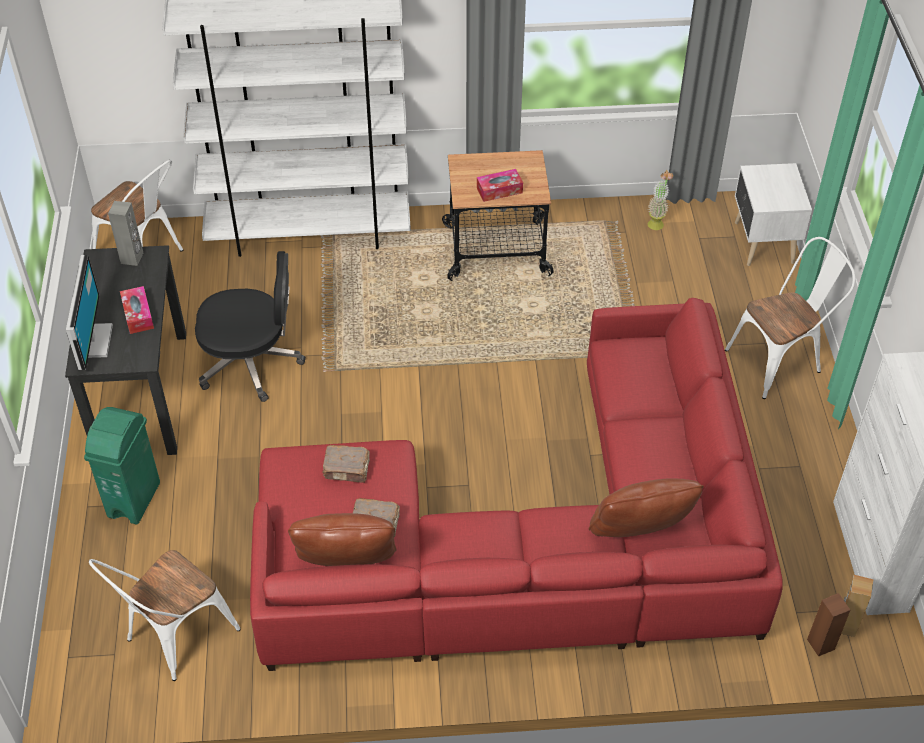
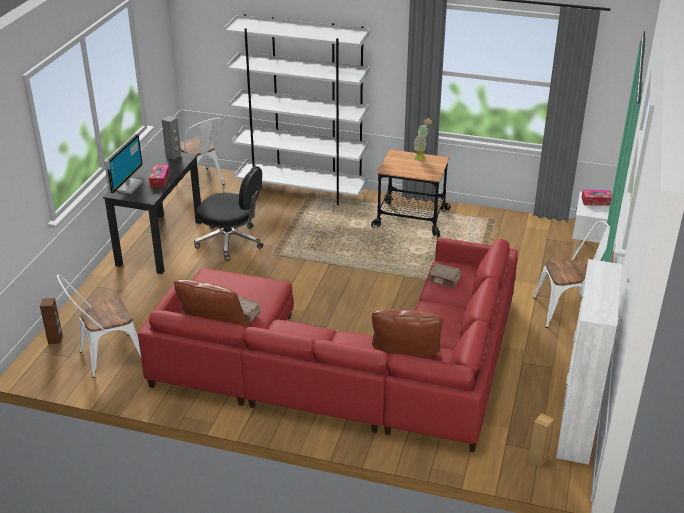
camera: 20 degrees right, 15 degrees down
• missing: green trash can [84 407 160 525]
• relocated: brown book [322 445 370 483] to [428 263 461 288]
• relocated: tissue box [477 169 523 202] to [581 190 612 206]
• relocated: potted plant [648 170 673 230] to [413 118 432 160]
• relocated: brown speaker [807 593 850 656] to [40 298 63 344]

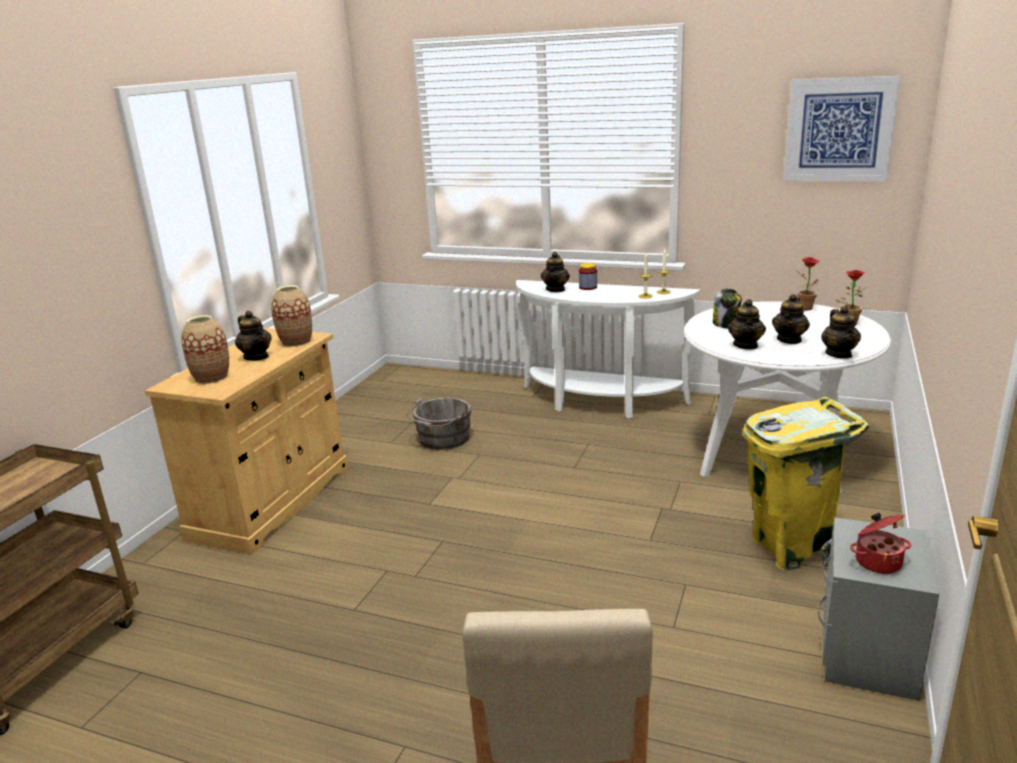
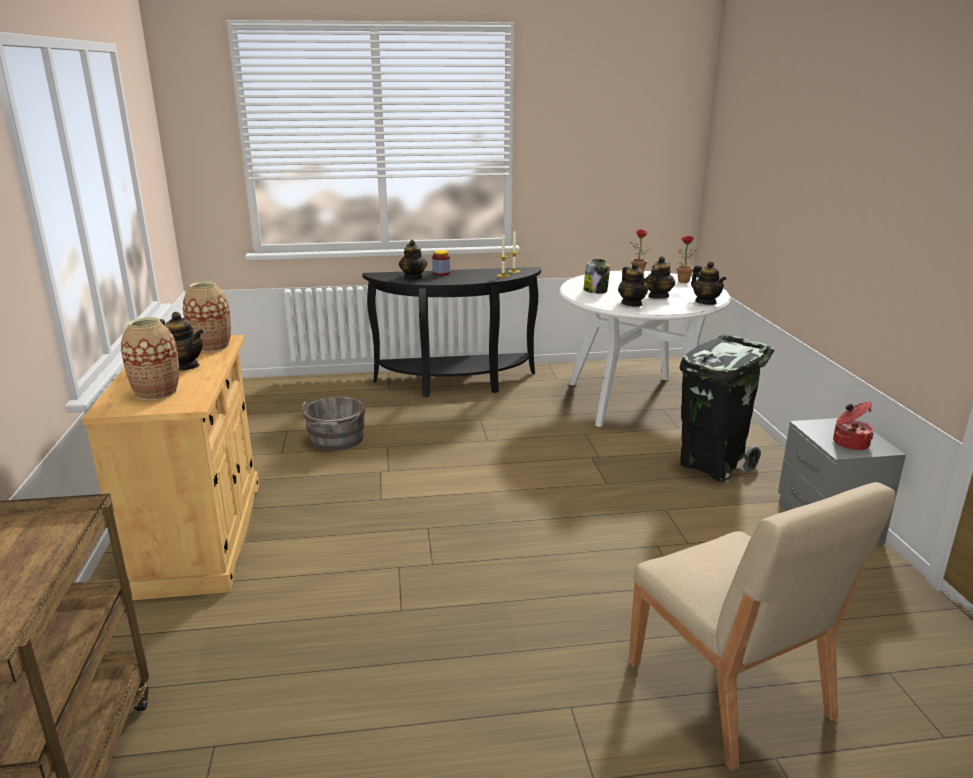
camera: 30 degrees left, 0 degrees up
• missing: picture [784 76 901 181]
• colour: white console table [516 280 700 419] to black console table [362 267 541 397]
• colour: yellow trash can [743 397 869 571] to black trash can [680 335 774 482]
• spun: teapot [772 294 810 344] = [646 256 675 299] 150 degrees counterclockwise

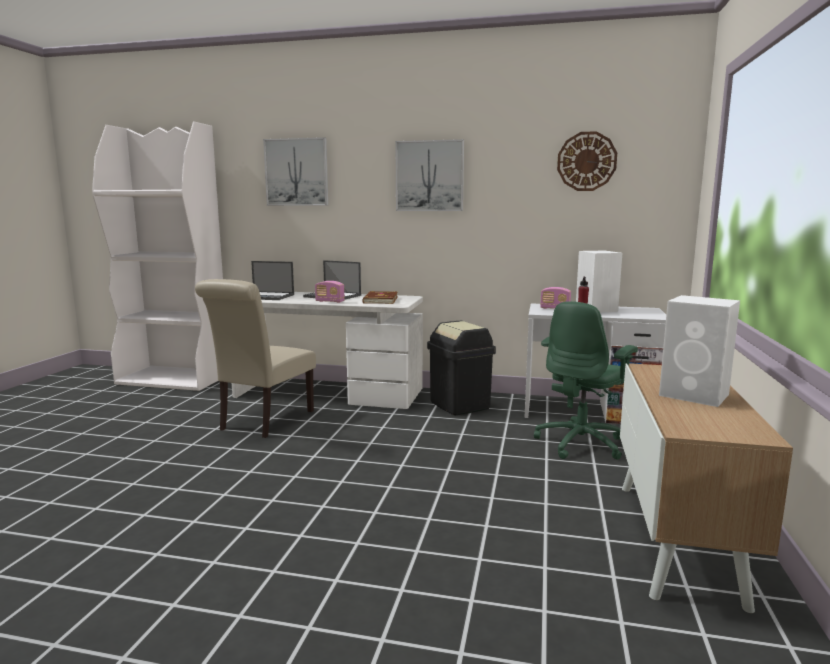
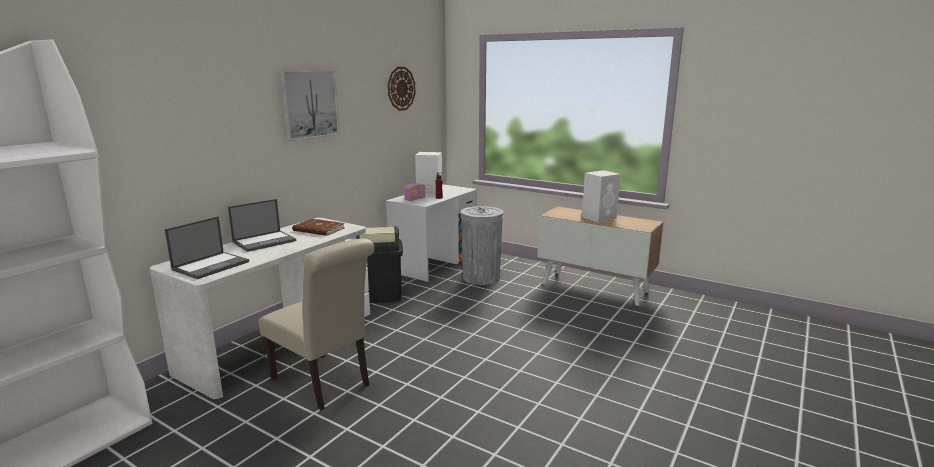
camera: 70 degrees left, 5 degrees up
• missing: picture [263 137 328 206]
• missing: radio [315 281 345 303]
• exchanged: green office chair [534 301 638 460] to grey trash can [461 206 503 285]

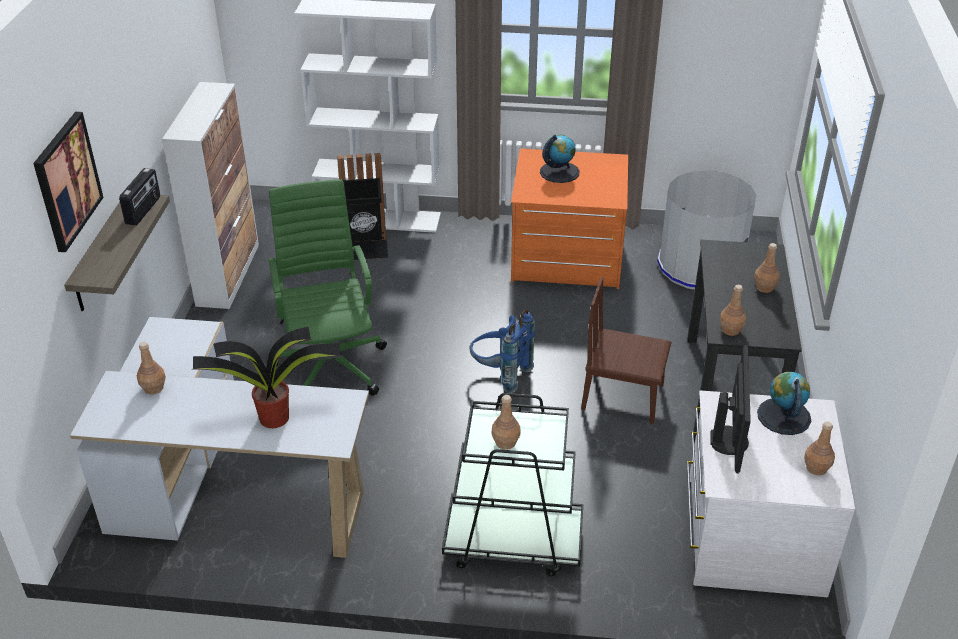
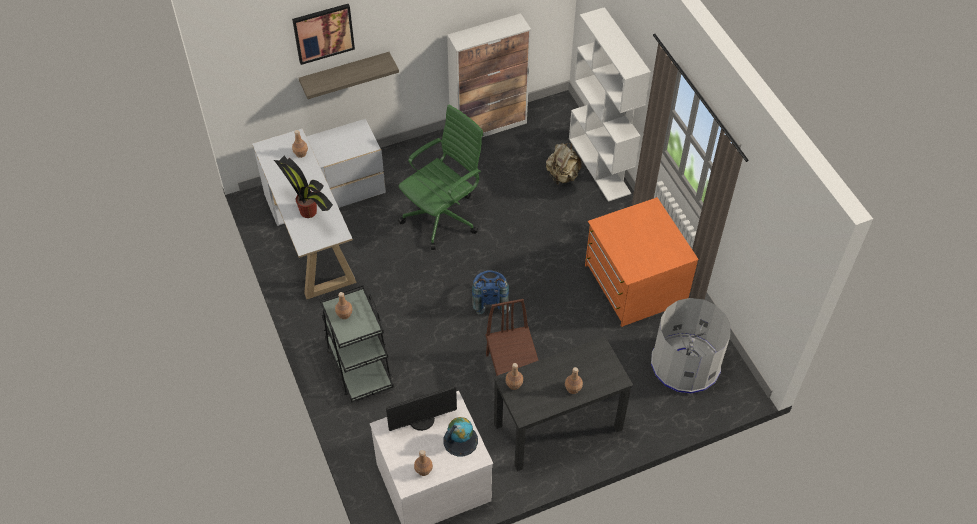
camera: 60 degrees right, 15 degrees up
• missing: radio [119 168 160 226]
• missing: globe [540 135 580 183]
• exchanged: black trash can [337 153 388 260] to beige backpack [546 143 582 185]

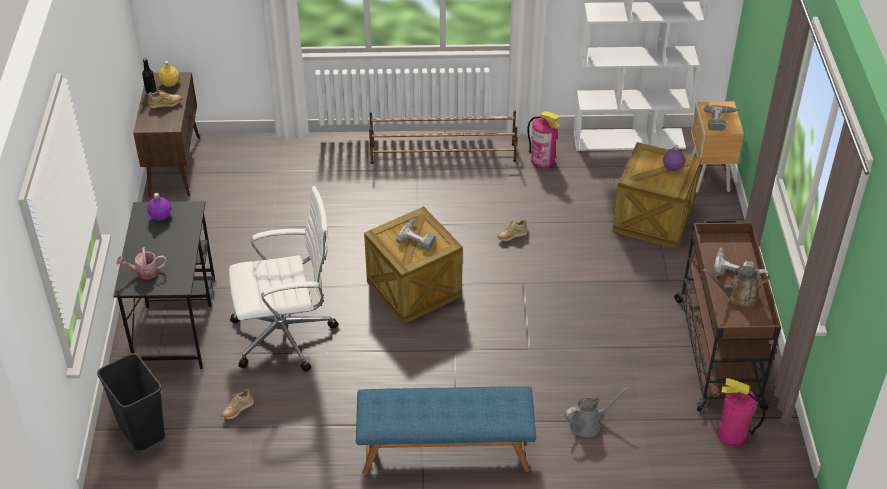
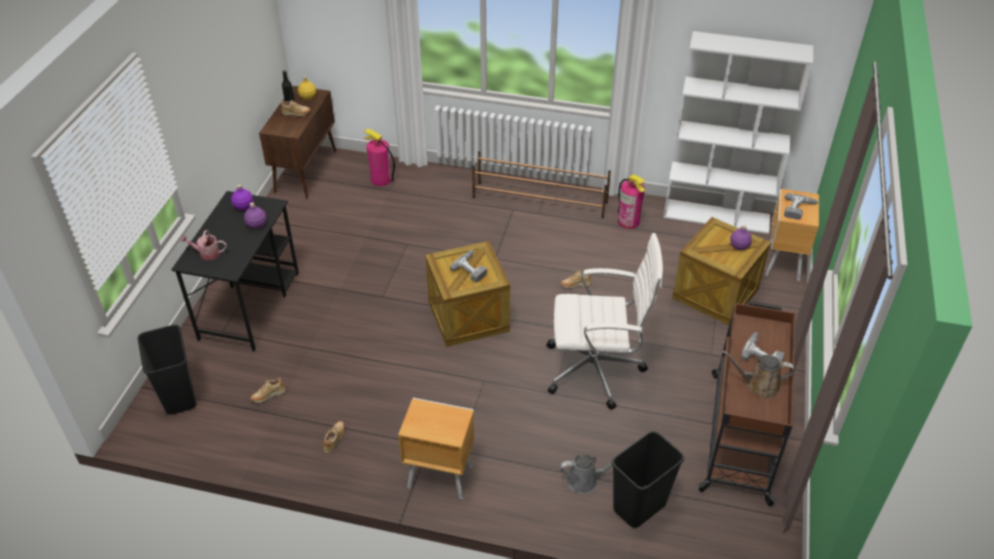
camera: 15 degrees right, 0 degrees up
• appeared: purple bottle [244 202 266 229]
• appeared: beige shoe [323 421 345 454]
• appeared: black trash can [612 431 684 528]
• relocated: white office chair [229 186 338 372] to [546 233 663 410]
• relocated: fire extinguisher [718 378 765 446] to [364 128 395 186]
• exchanged: blue bench [356 386 536 475] to brown nightstand [398 398 475 500]

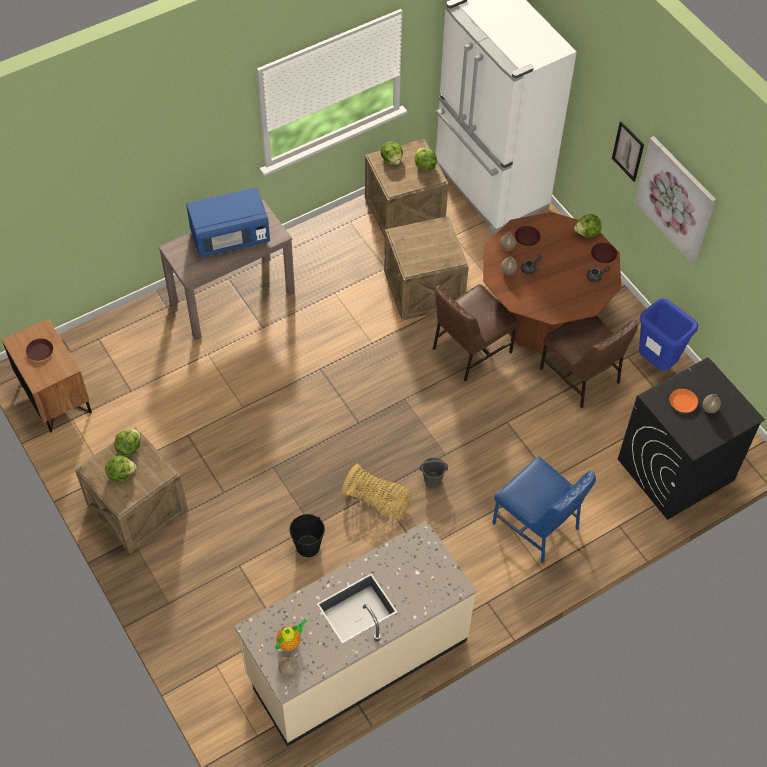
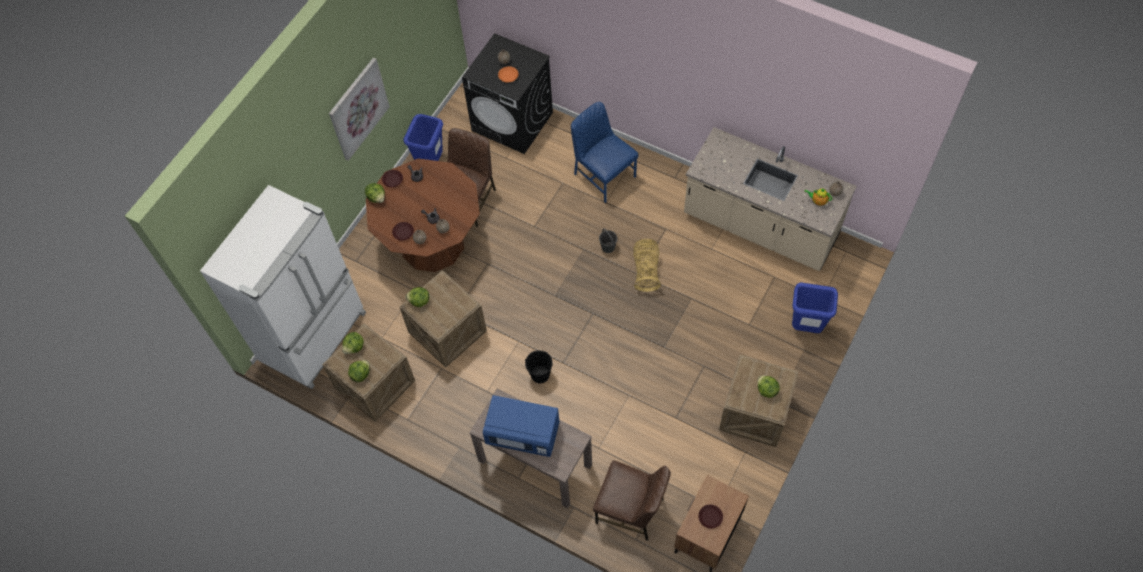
camera: 115 degrees left, 5 degrees up
• missing: picture [612 121 644 182]
• appeared: blue trash can [792 282 838 333]
• relocated: lettuce [114 429 140 456] to [406 287 429 307]
• relocated: black bucket [290 514 325 557] to [525 350 552 383]
• relocated: brown chair [433 284 519 381] to [593 460 671 541]
• spun: blue microwave [186 187 270 258] = [483 395 560 457] 150 degrees clockwise
• spun: blue chair [492 456 596 563] = [571 102 638 203] 60 degrees counterclockwise

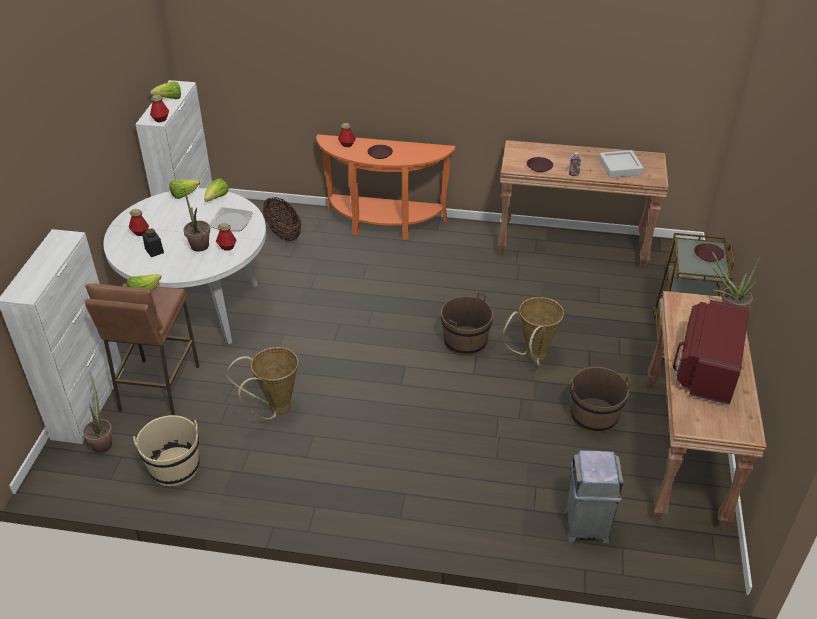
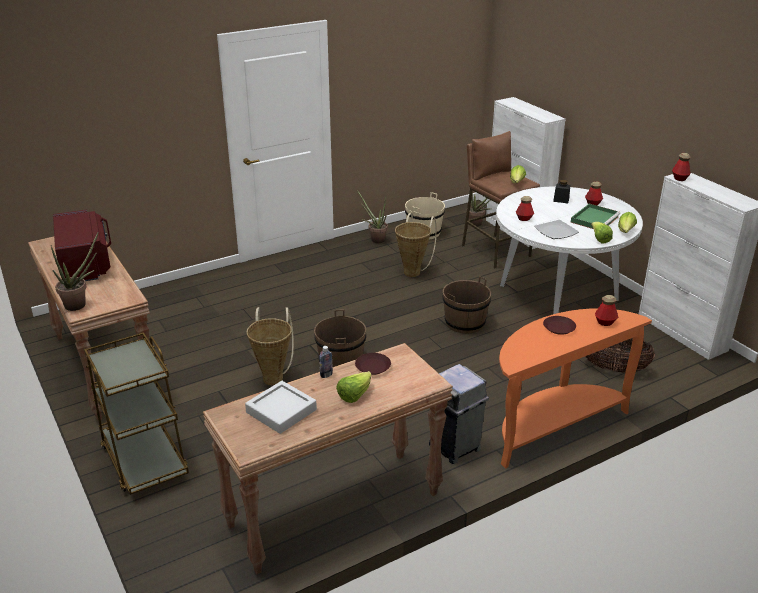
camera: 140 degrees right, 10 degrees down
• missing: brown plate [694 243 724 262]
• appeared: green tray [571 204 620 229]
• relocated: lettuce [150 81 181 99] to [336 371 371 403]
• relocated: potted plant [183 188 210 252] to [357 190 388 244]
• relocated: grey trash can [565 450 624 544] to [429 364 489 464]
• relocated: brown bucket [570 367 631 434] to [443 276 491 334]

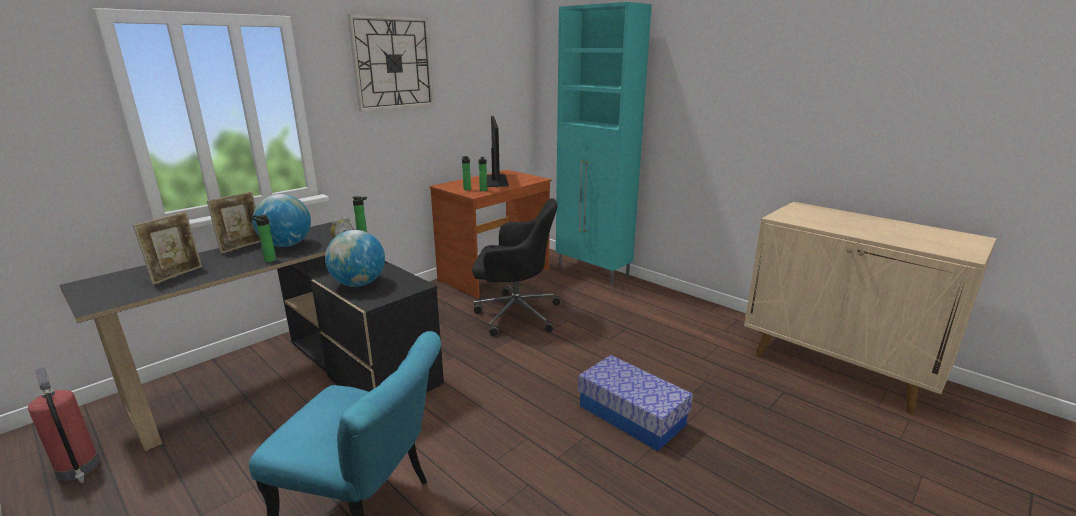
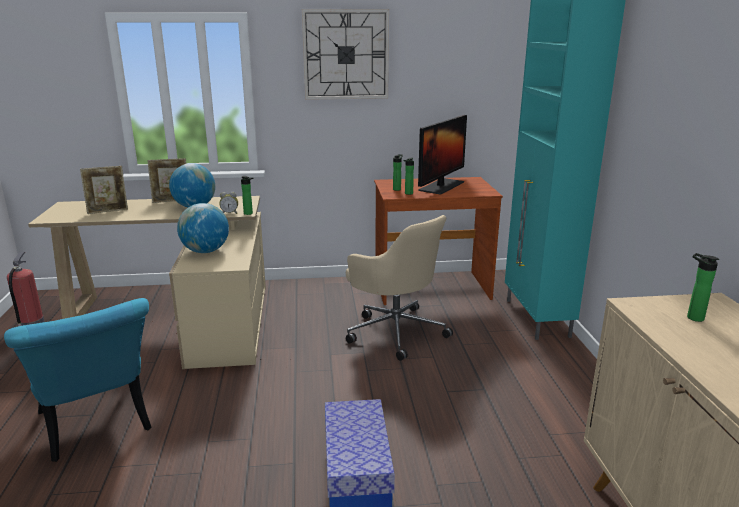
camera: 40 degrees right, 0 degrees up
• relocated: bottle [250 215 276 262] to [687 253 719 322]
• colour: black desk [59 222 444 451] to beige desk [28 196 266 369]
• colour: black office chair [472 198 561 336] to beige office chair [346 215 453 361]

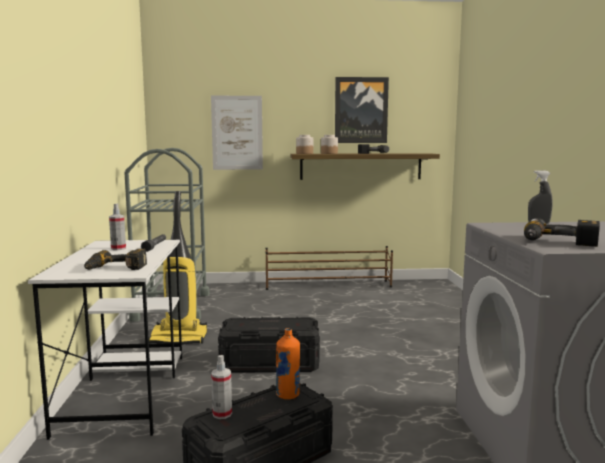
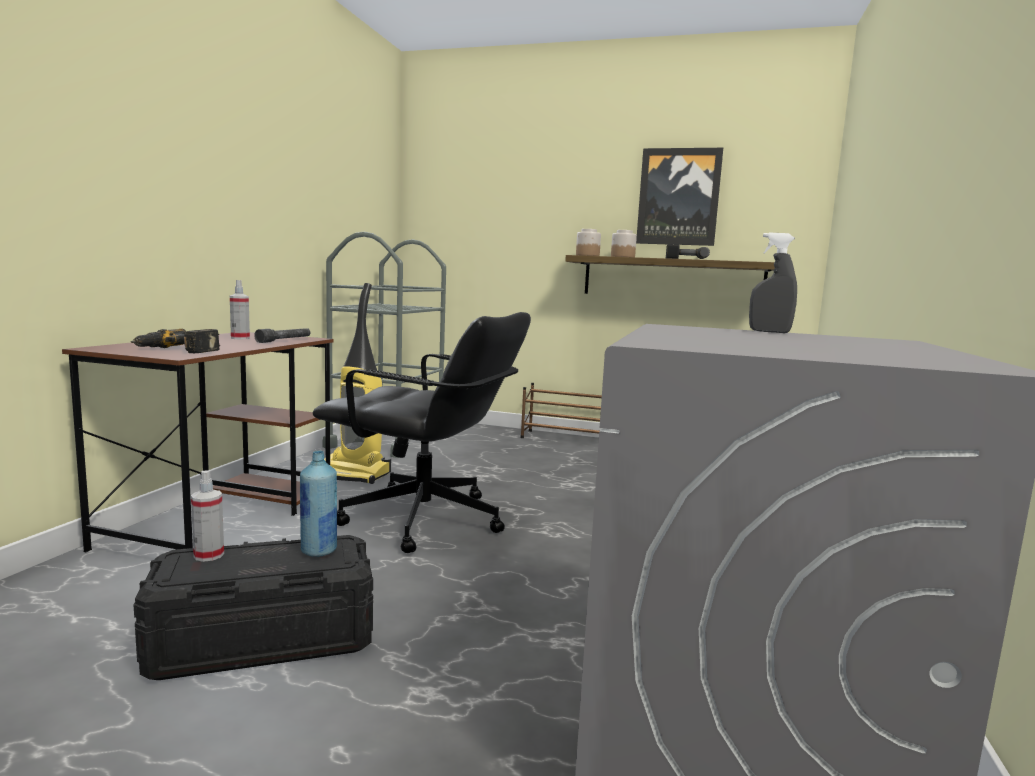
camera: 20 degrees right, 0 degrees up
• missing: picture [211 96 263 170]
• missing: power drill [524 218 600 247]
• exchanged: black storage box [218 317 320 373] to black office chair [312 312 531 553]
• colour: white desk [28 240 182 440] to brown desk [62 332 334 552]
• colour: orange bottle [276 328 300 400] to blue bottle [300 451 337 557]

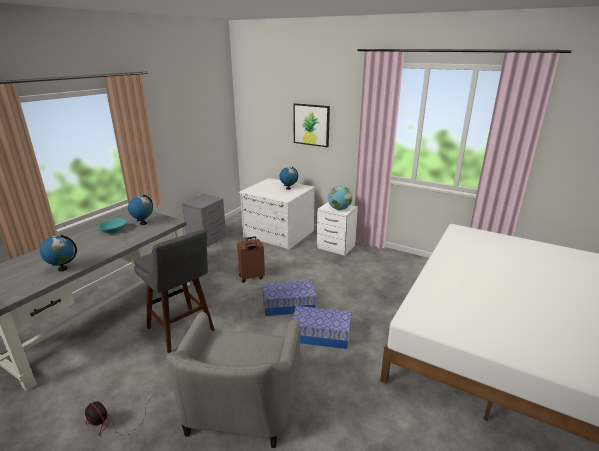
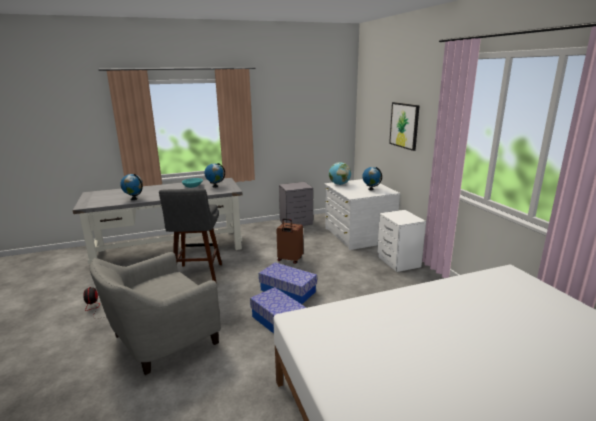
camera: 40 degrees right, 5 degrees down
• relocated: globe [328 186 352 210] to [329 162 351 185]

